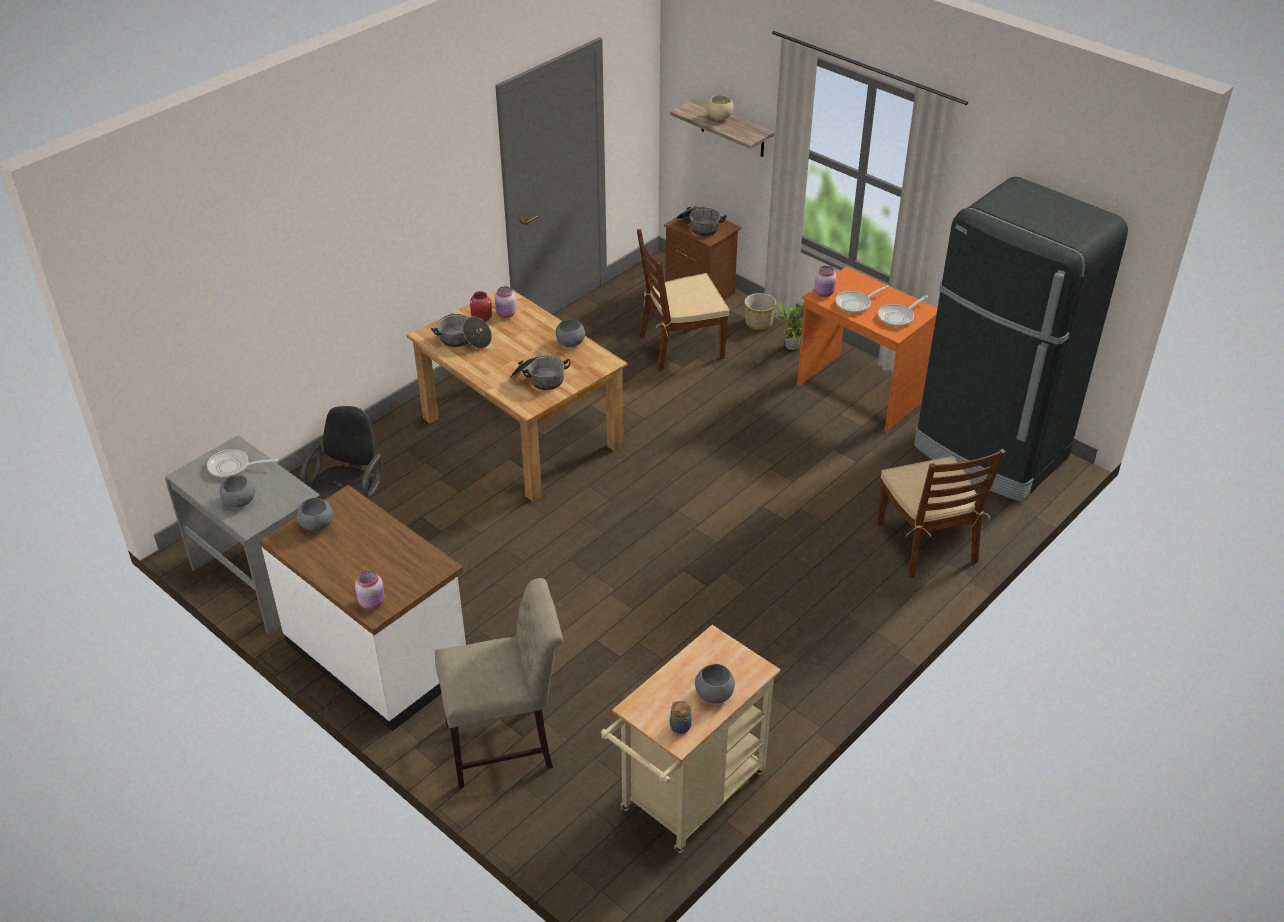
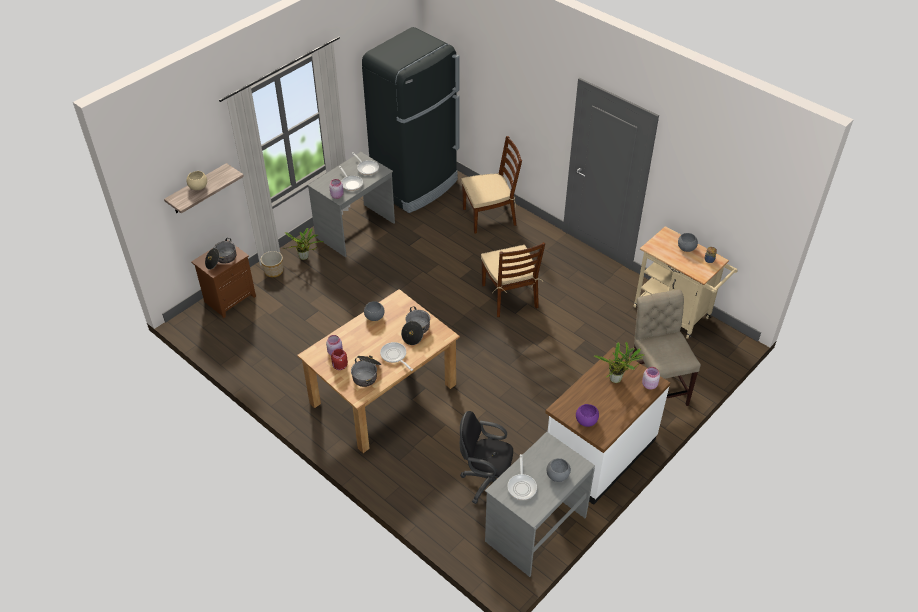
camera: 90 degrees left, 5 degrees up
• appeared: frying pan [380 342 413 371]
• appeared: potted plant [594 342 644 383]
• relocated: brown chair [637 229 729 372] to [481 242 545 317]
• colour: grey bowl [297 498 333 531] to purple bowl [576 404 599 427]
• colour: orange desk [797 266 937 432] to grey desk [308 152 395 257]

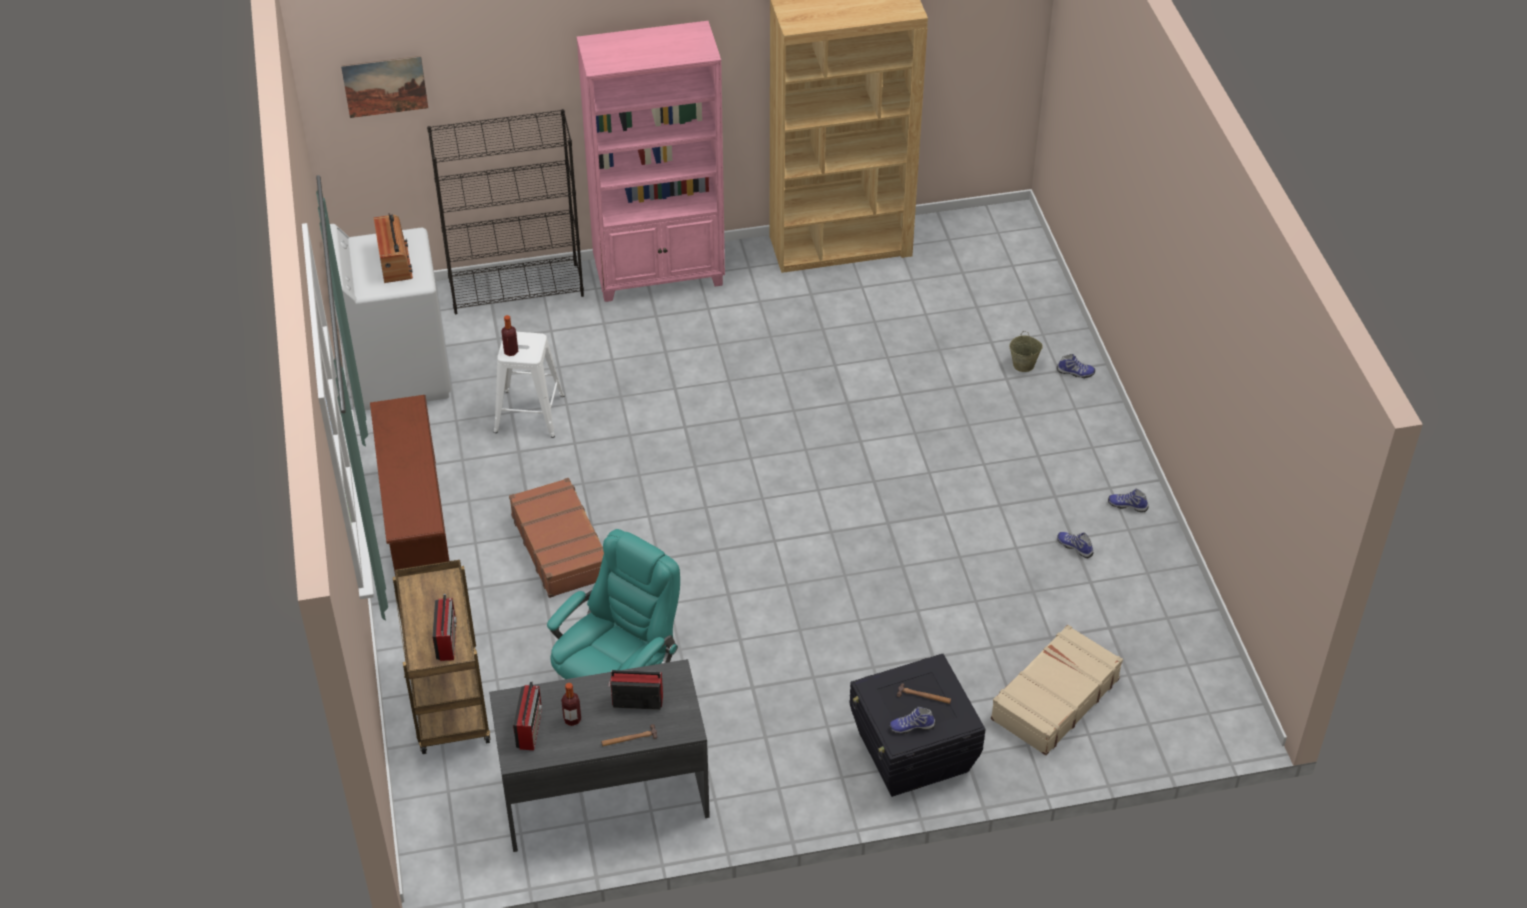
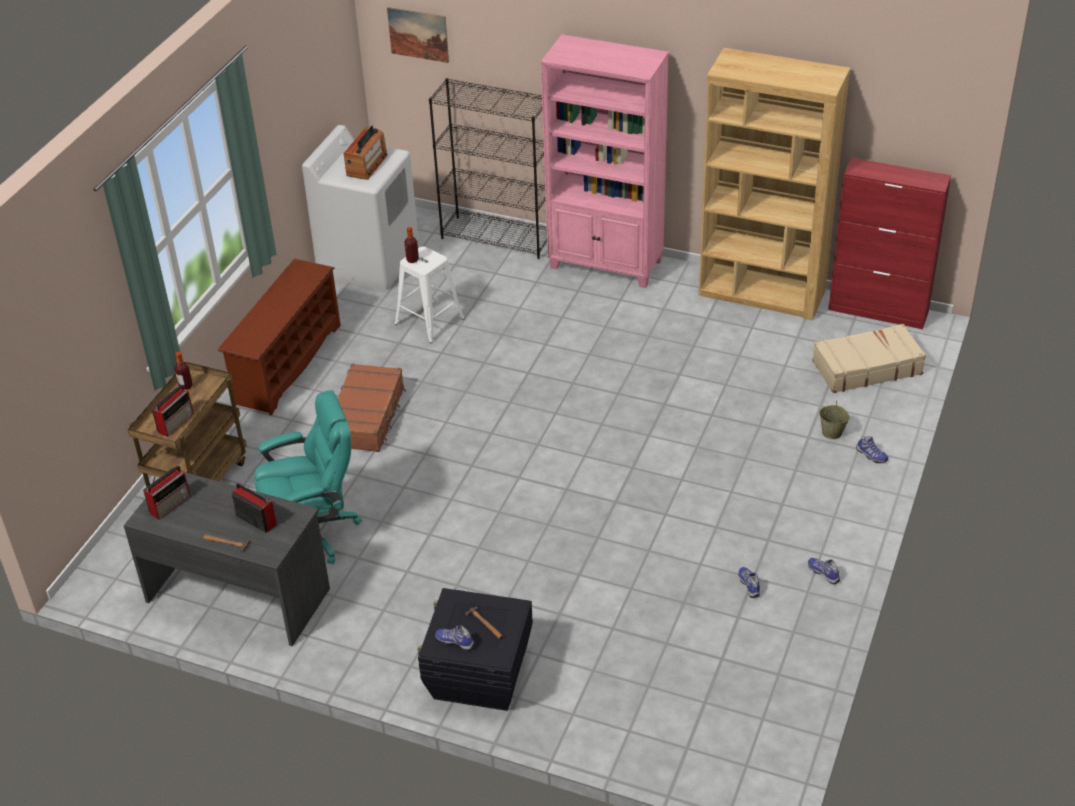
camera: 35 degrees right, 5 degrees down
• appeared: red cabinet [829 158 951 329]
• relocated: bottle [561 683 581 726] to [174 352 193 390]
• relocated: beige suitcase [991 625 1123 756] to [812 324 926 393]

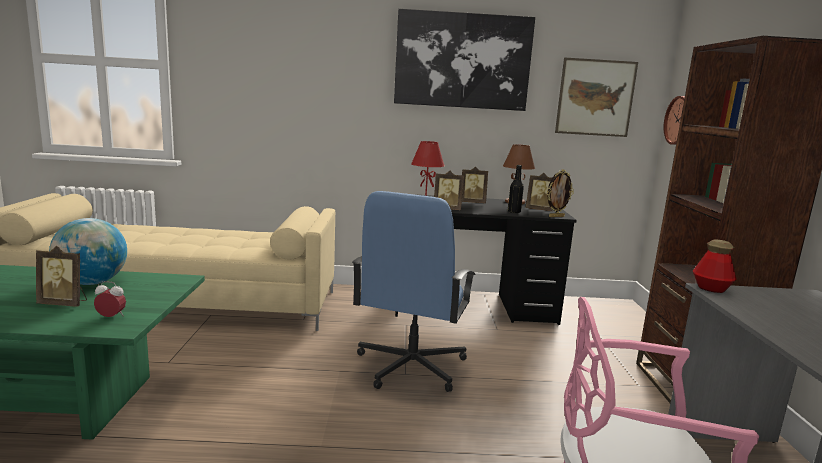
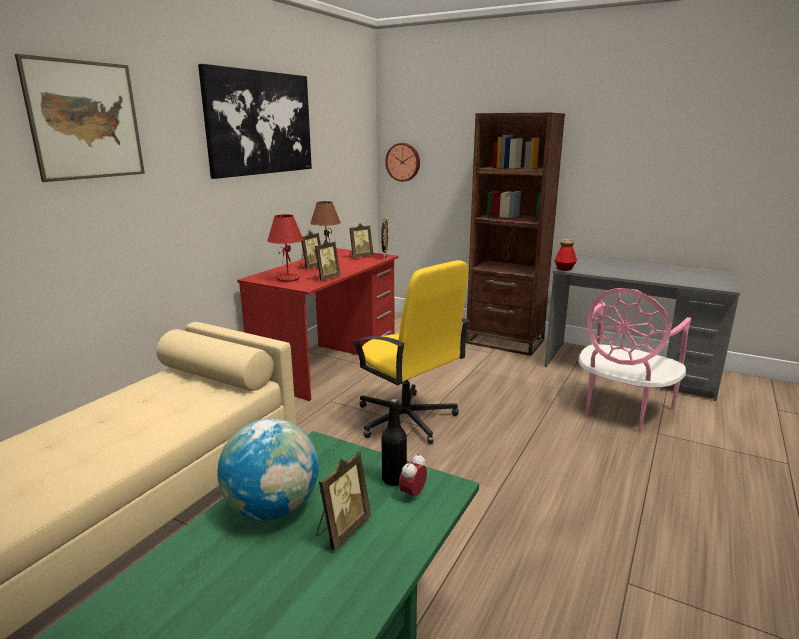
camera: 60 degrees left, 5 degrees up
• relocated: black bottle [508 165 524 213] to [382 398 407 486]
• relocated: picture [555 58 638 137] to [15 54 145 182]
• colour: blue office chair [352 191 476 392] to yellow office chair [351 260 469 444]
• colour: black desk [395 194 577 325] to red desk [237 248 398 401]

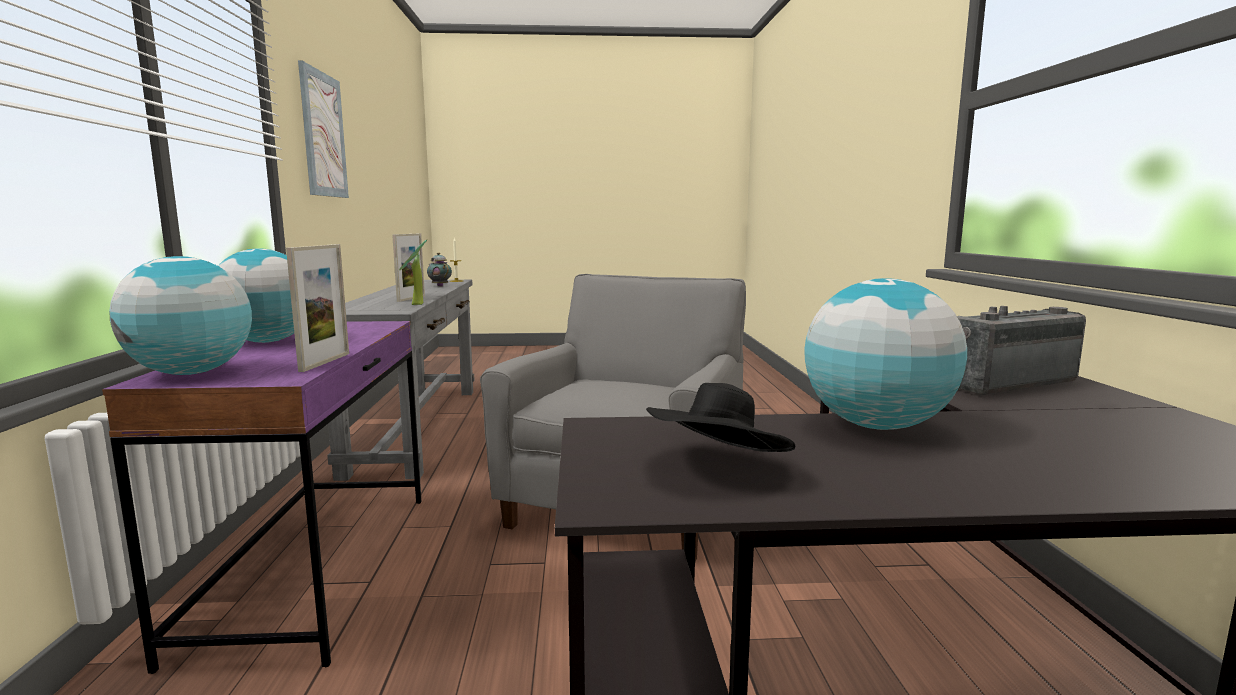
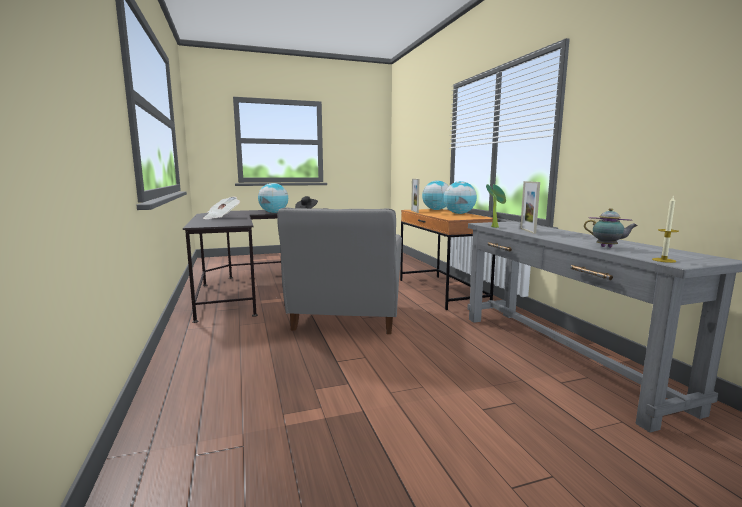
camera: 165 degrees right, 0 degrees up
• missing: picture [298 60 349 198]
• exchanged: radio [957 306 1086 395] to newspaper [203 197 240 219]
• colour: purple desk [102 321 421 674] to brown desk [400 209 498 310]

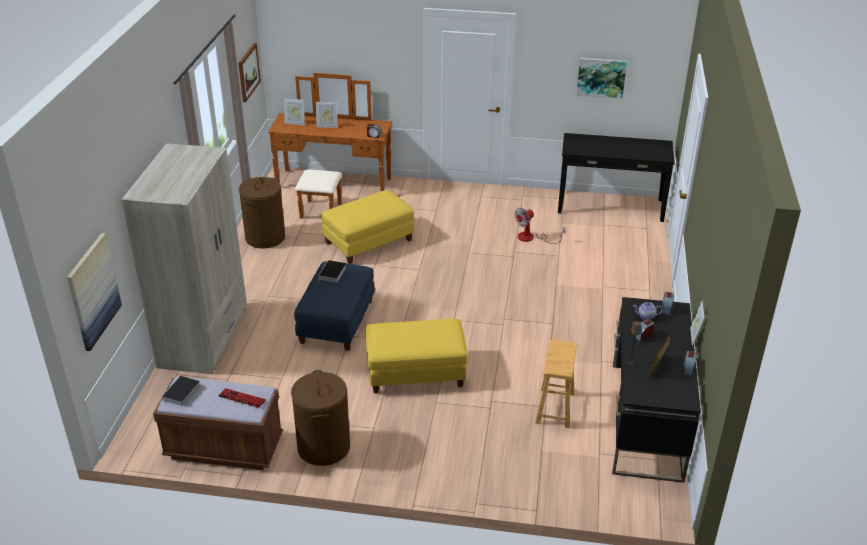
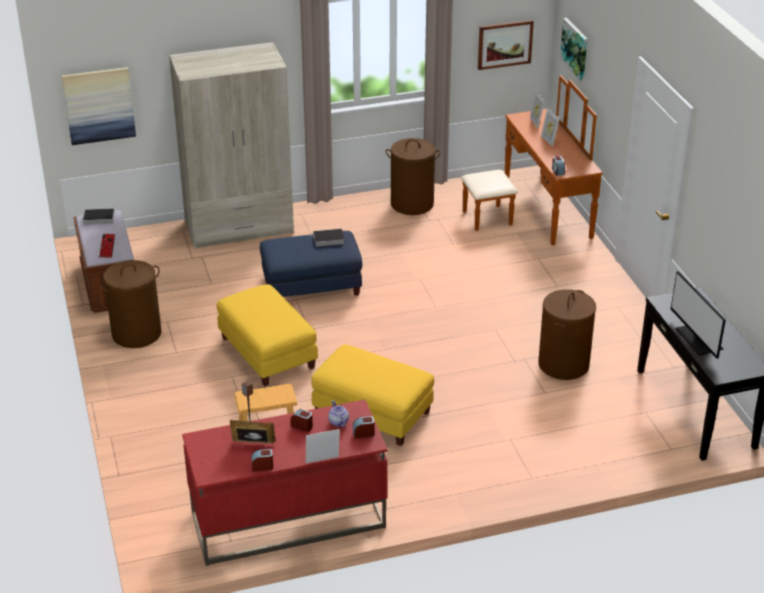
camera: 65 degrees right, 0 degrees up
• appeared: monitor [670 271 726 359]
• relocated: yellow ottoman [321 190 414 264] to [311 344 434 446]
• relocated: picture [577 58 627 99] to [560 18 587 81]
• exchanged: fan [515 208 566 244] to brown laundry basket [538 289 596 380]
• colour: black desk [612 297 701 483] to red desk [182 400 388 566]

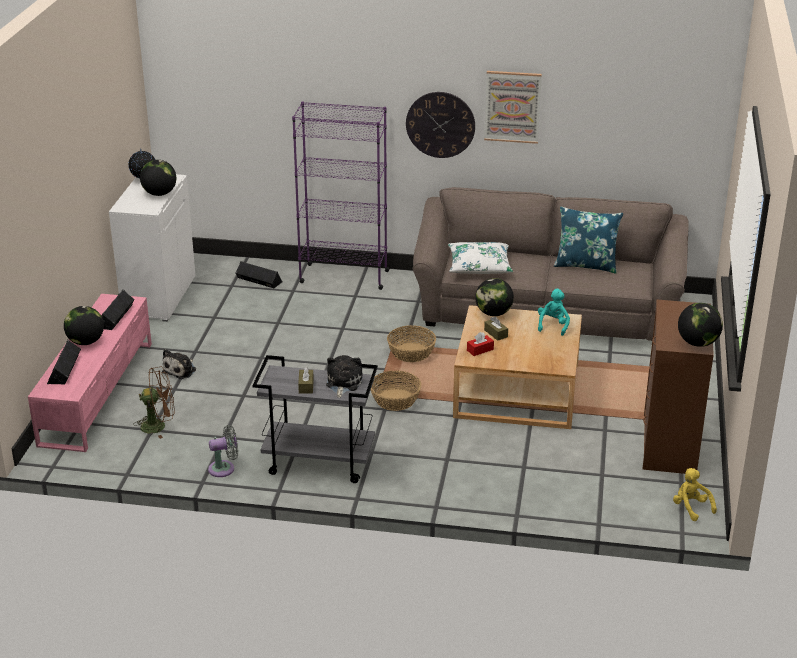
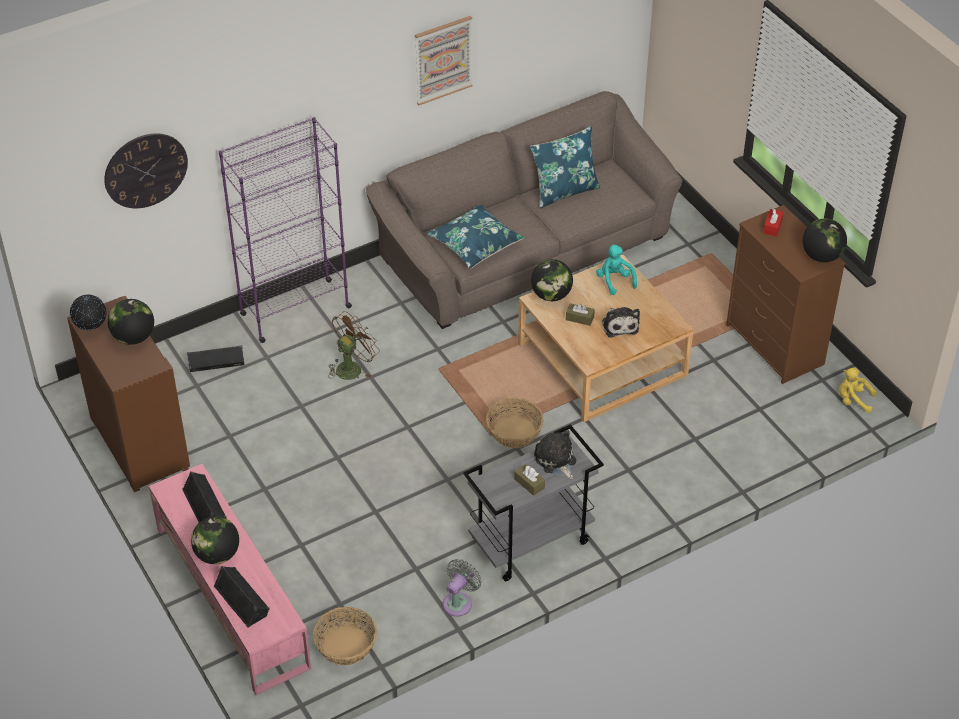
camera: 40 degrees left, 15 degrees up
• relocated: brown fan [133 367 175 439] to [328 311 380 380]
• relocated: plush toy [162 349 196 379] to [602 307 640 338]
• relocated: basket [387 325 436 362] to [313 607 377 665]
• relocated: wall clock [406 92 475 158] to [104 134 188 208]
• relocated: red tissue box [467 332 494 356] to [763 208 784 236]
• colour: white cabinet [109 174 196 322] to brown cabinet [67 296 190 492]
• colour: white pillow [448 242 513 274] to blue pillow [427 205 525 269]

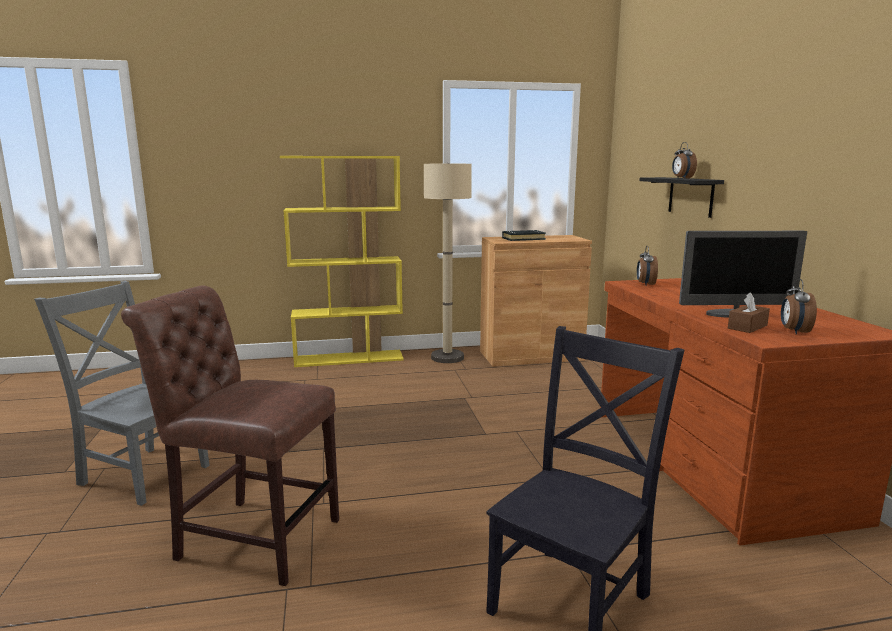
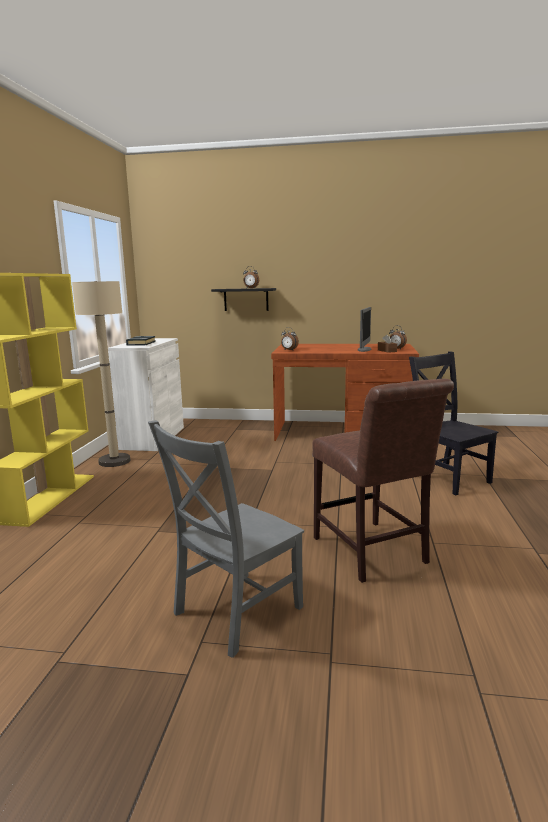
camera: 70 degrees left, 0 degrees up
• colour: brown cabinet [480 235 592 366] to white cabinet [108 338 184 451]
• spun: brown chair [121 286 339 586] = [312 379 454 583] 60 degrees counterclockwise

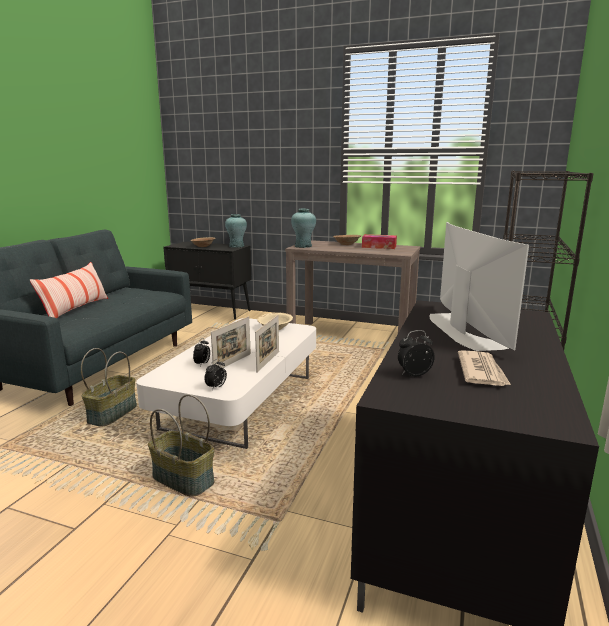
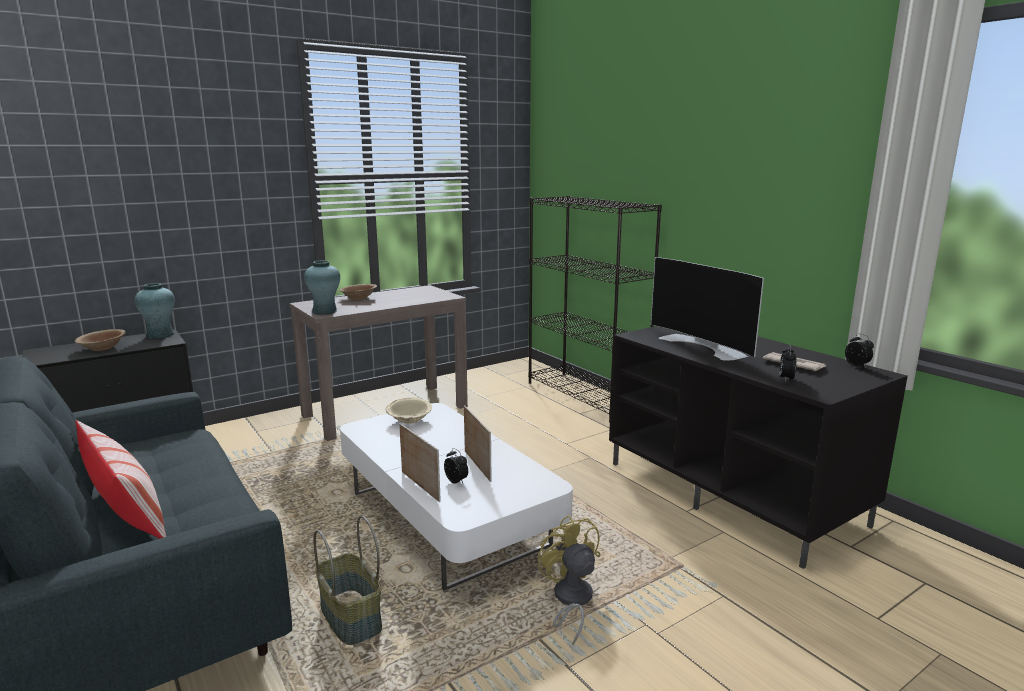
camera: 55 degrees left, 0 degrees up
• missing: tissue box [362 234 397 249]
• relocated: alarm clock [204 359 227 391] to [845 333 874 368]
• relocated: picture frame [255 315 279 372] to [399 423 441 502]
• exchanged: basket [148 394 214 497] to yellow fan [538 515 601 645]
• spun: television [429 222 529 351] = [651 257 764 361] 150 degrees counterclockwise

